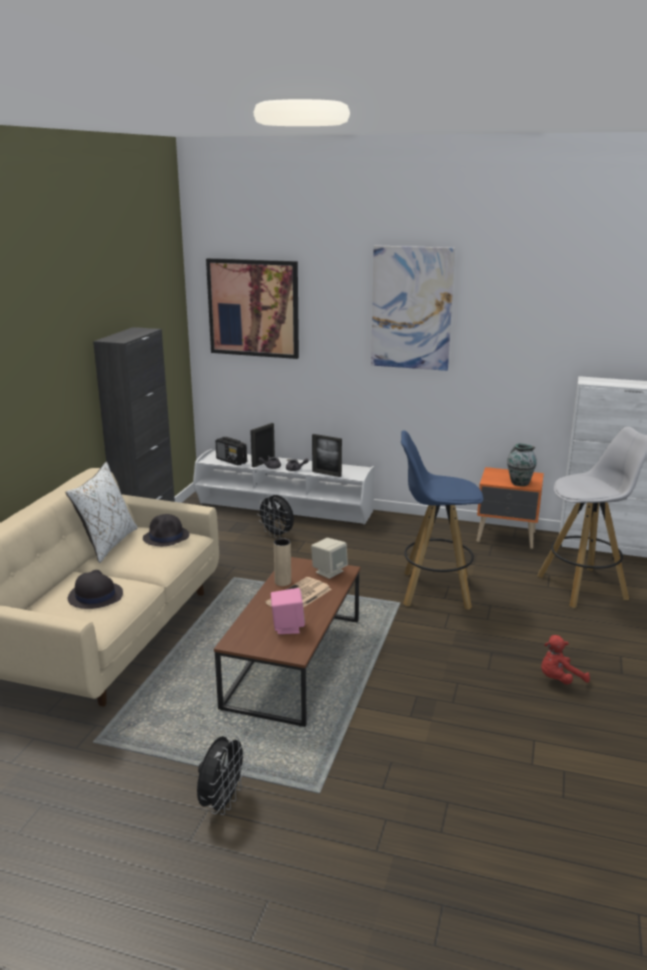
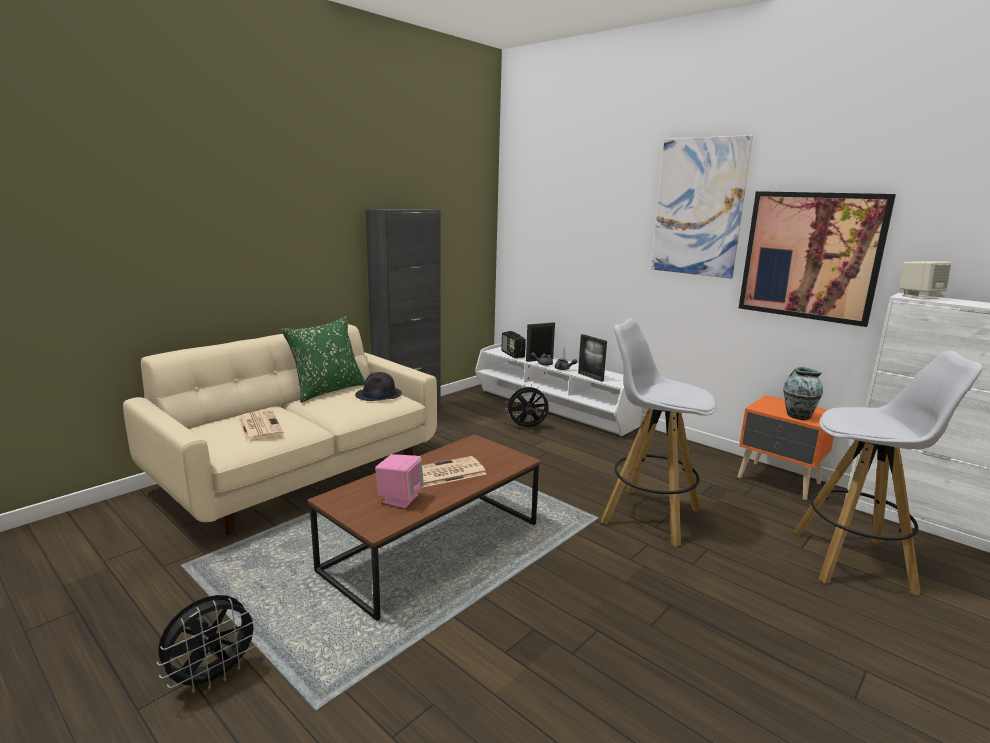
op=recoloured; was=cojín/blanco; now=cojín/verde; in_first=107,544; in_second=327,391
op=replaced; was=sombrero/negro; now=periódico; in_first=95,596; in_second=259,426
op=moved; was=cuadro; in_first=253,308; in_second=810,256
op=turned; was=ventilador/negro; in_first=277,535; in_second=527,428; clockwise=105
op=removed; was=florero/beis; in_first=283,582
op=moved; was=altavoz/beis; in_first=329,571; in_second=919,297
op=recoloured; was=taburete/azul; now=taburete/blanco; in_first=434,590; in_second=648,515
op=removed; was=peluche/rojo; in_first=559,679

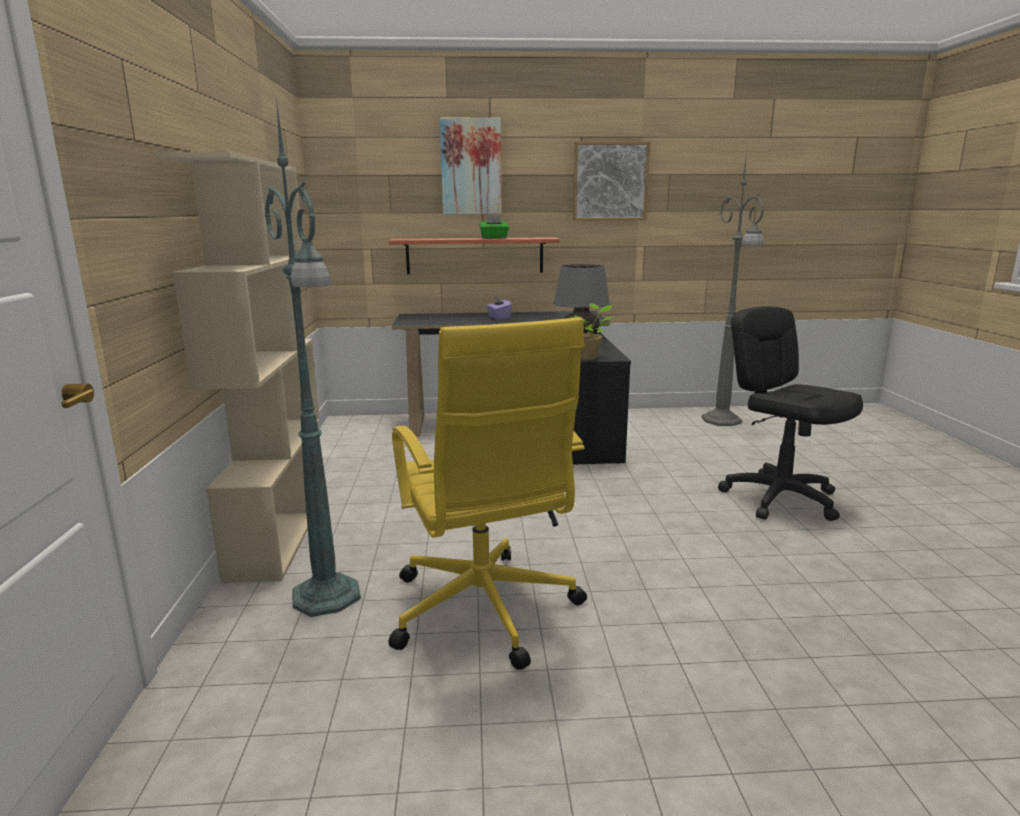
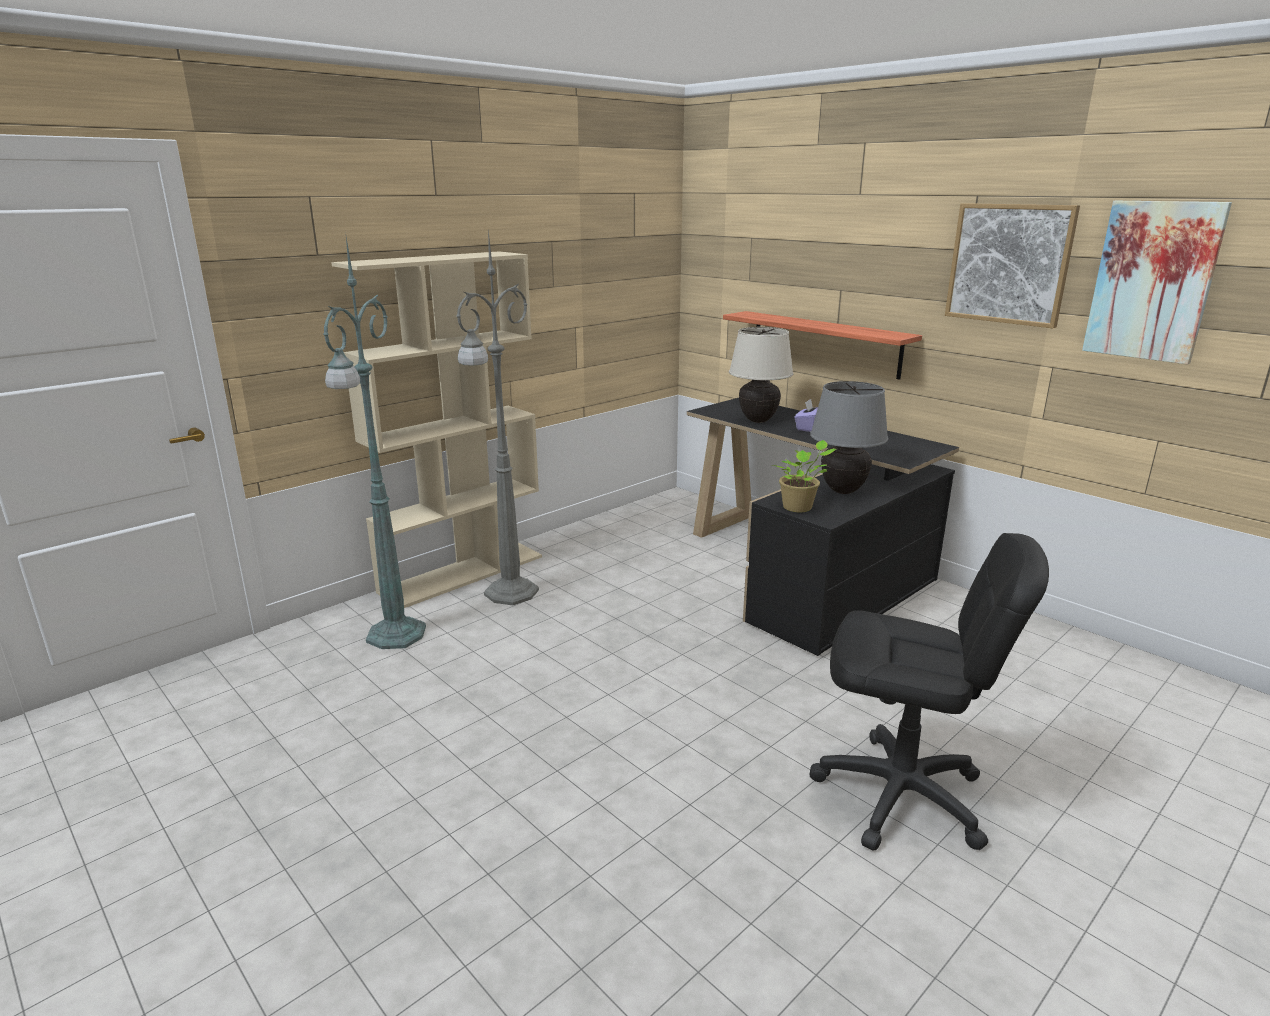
op=removed; was=silla de oficina/amarillo; in_first=484,612
op=moved; was=cuadro; in_first=471,167; in_second=1153,281
op=removed; was=caja de pañuelos/verde; in_first=494,238
op=moved; was=lámpara de pie/gris; in_first=722,421; in_second=509,593
op=turned; was=silla de oficina/negro; in_first=780,498; in_second=900,795; clockwise=90
op=added; now=lámpara de mesa/beis; in_second=758,420

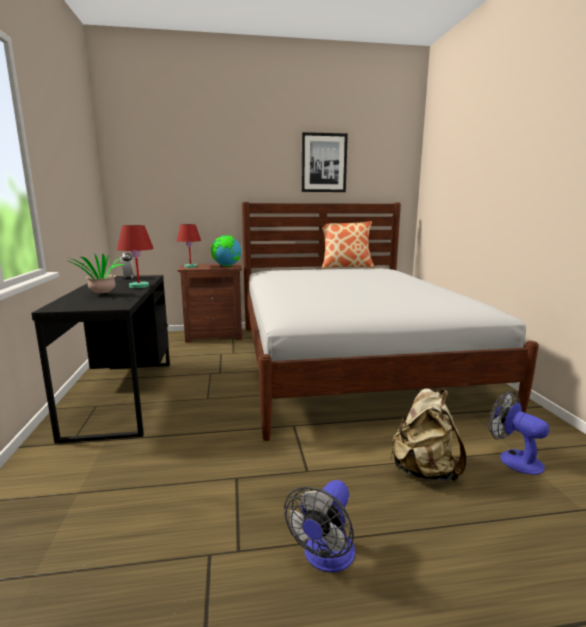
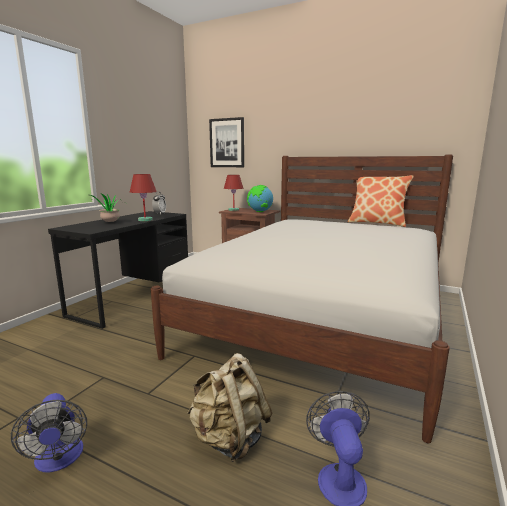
op=turned; was=ventilador; in_first=325,557; in_second=59,460; clockwise=-90
op=moved; was=cuadro; in_first=324,163; in_second=227,143

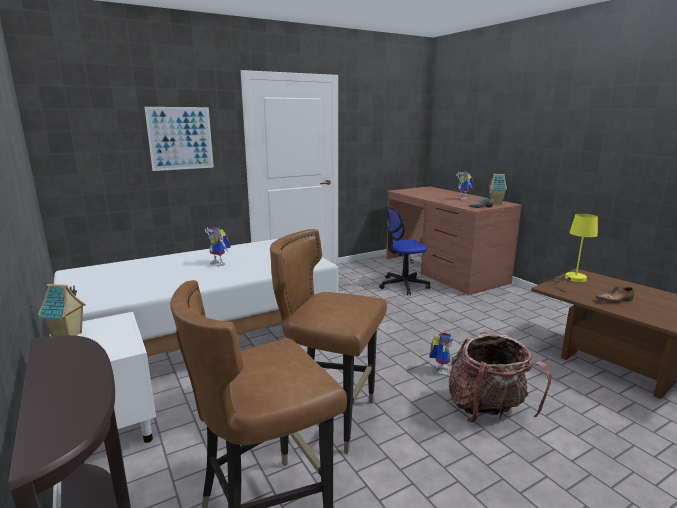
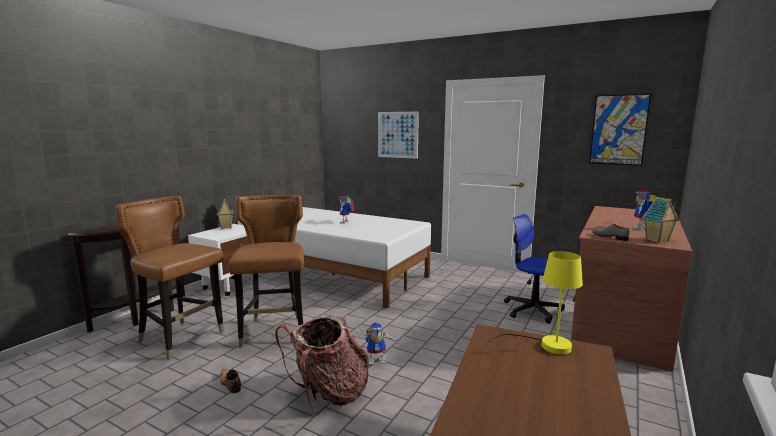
op=moved; was=zapato; in_first=615,300; in_second=230,384
op=added; now=cuadro; in_second=618,130

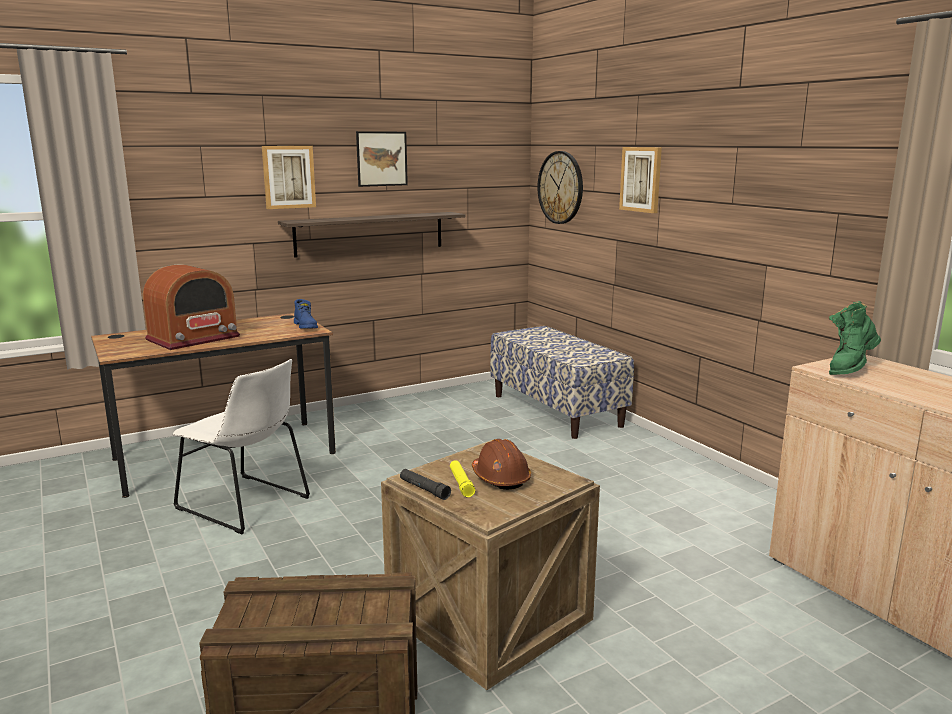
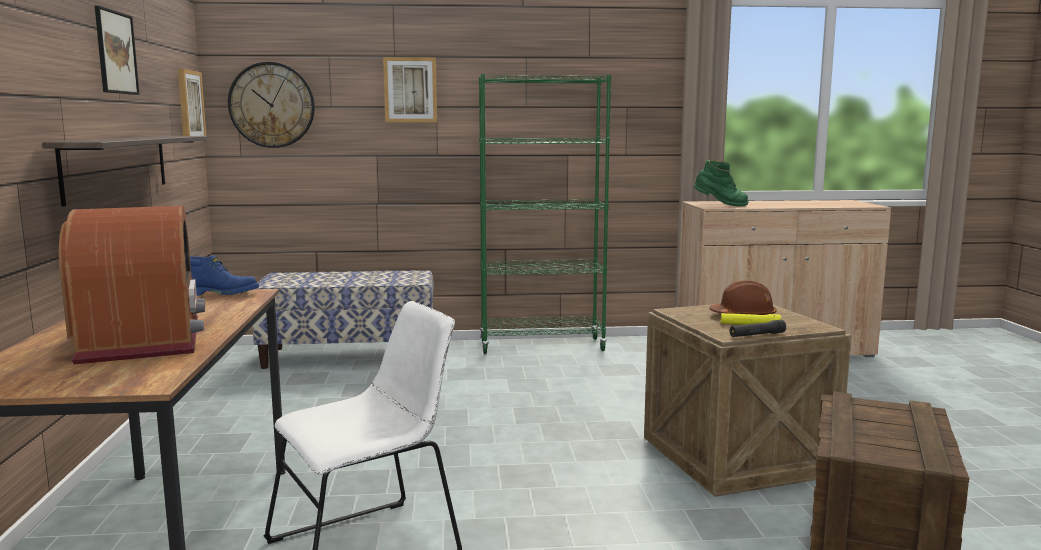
op=moved; was=cuadro; in_first=288,177; in_second=190,105
op=turned; was=bota/verde; in_first=849,369; in_second=720,205; clockwise=-60
op=added; now=estantería/verde; in_second=542,346

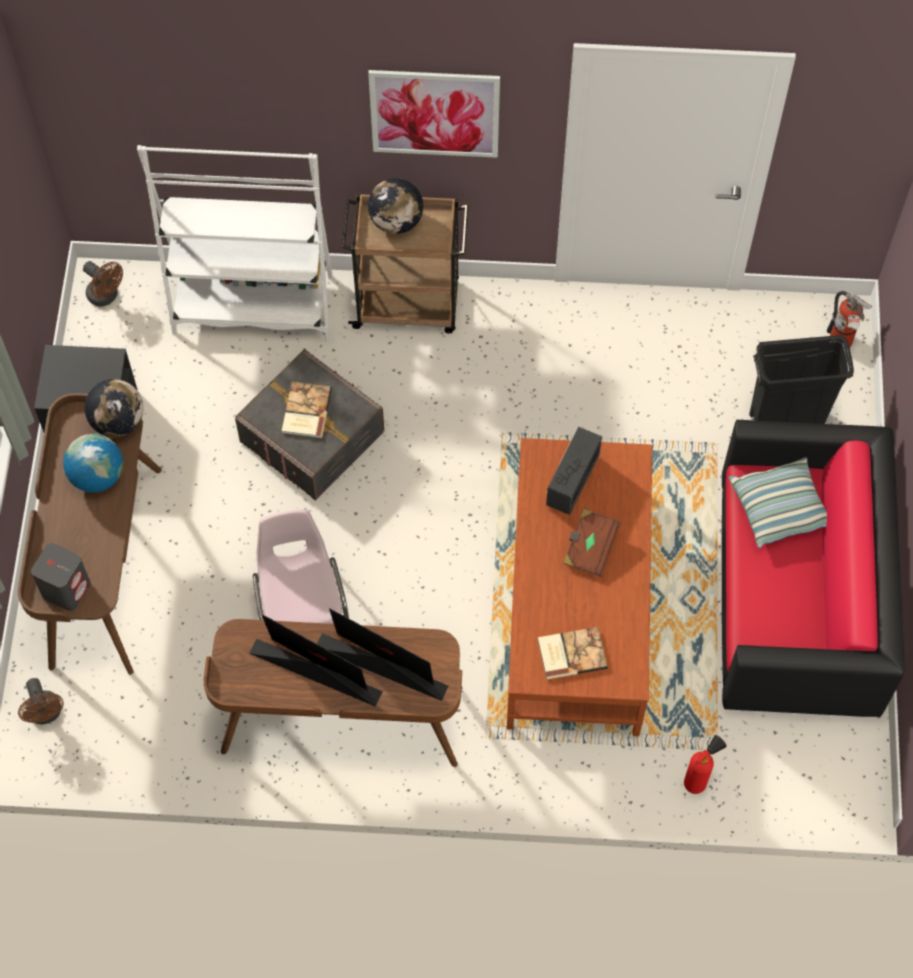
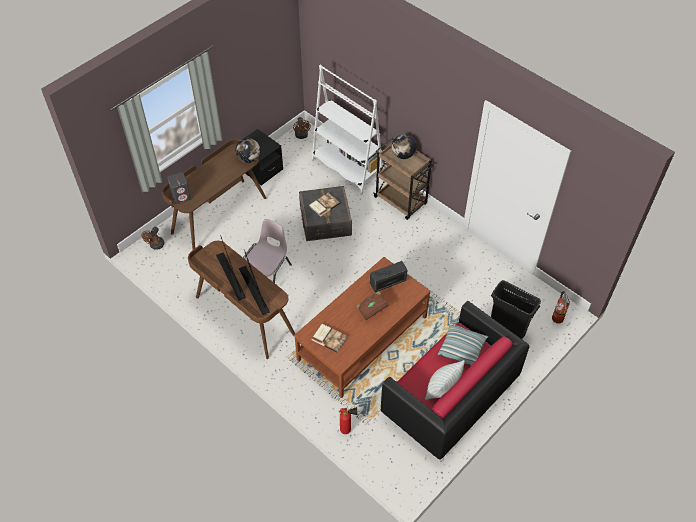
op=removed; was=globo terráqueo; in_first=97,476
op=removed; was=cuadro; in_first=435,113
op=added; now=cojín; in_second=442,389

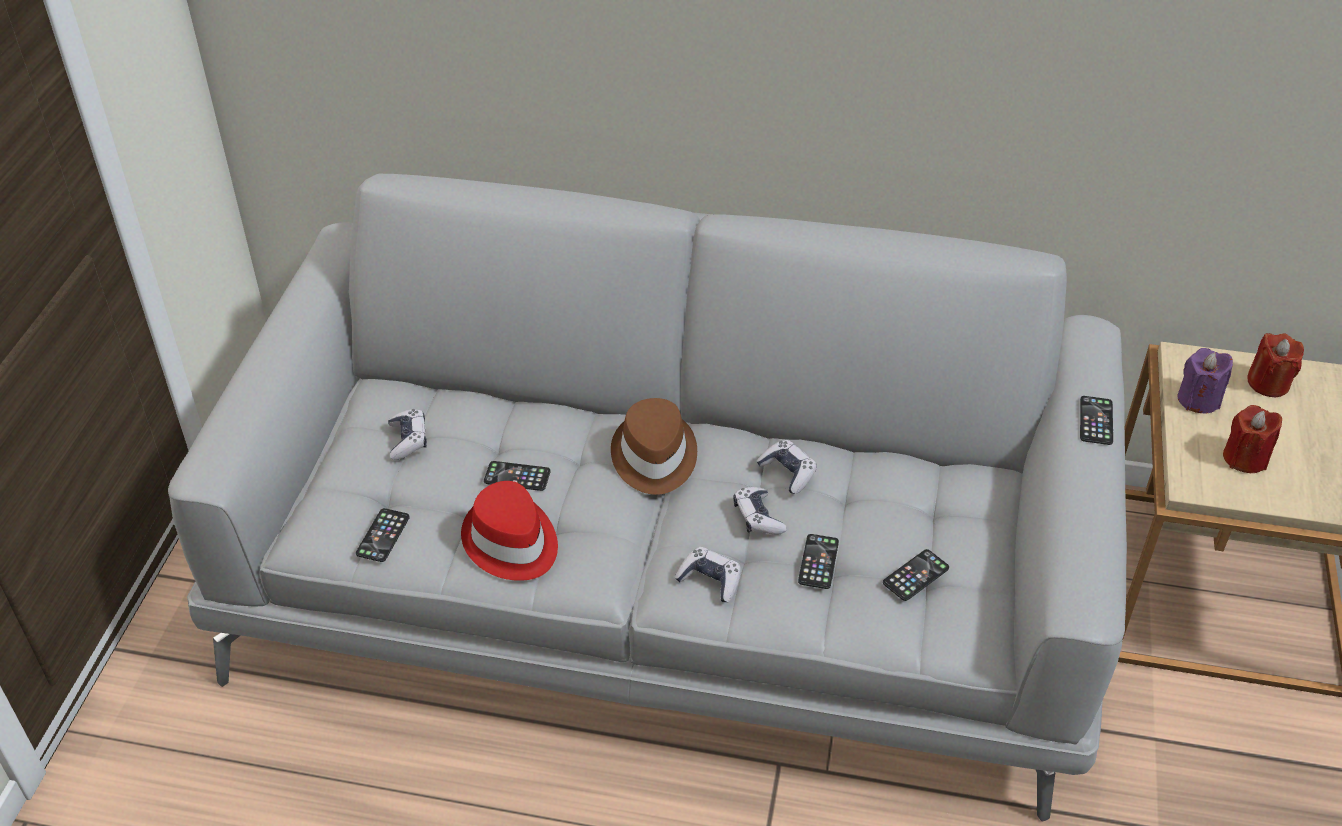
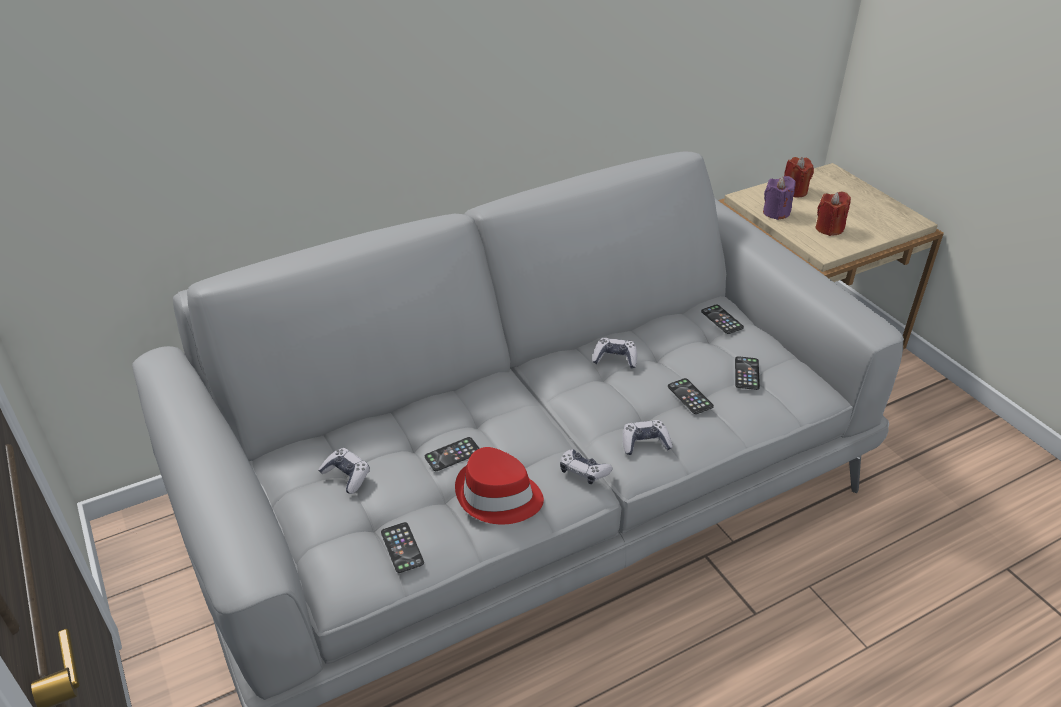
op=removed; was=sombrero/marrón; in_first=653,457
op=moved; was=mando de consola; in_first=758,517; in_second=583,471
op=moved; was=móvil; in_first=1096,421; in_second=722,319

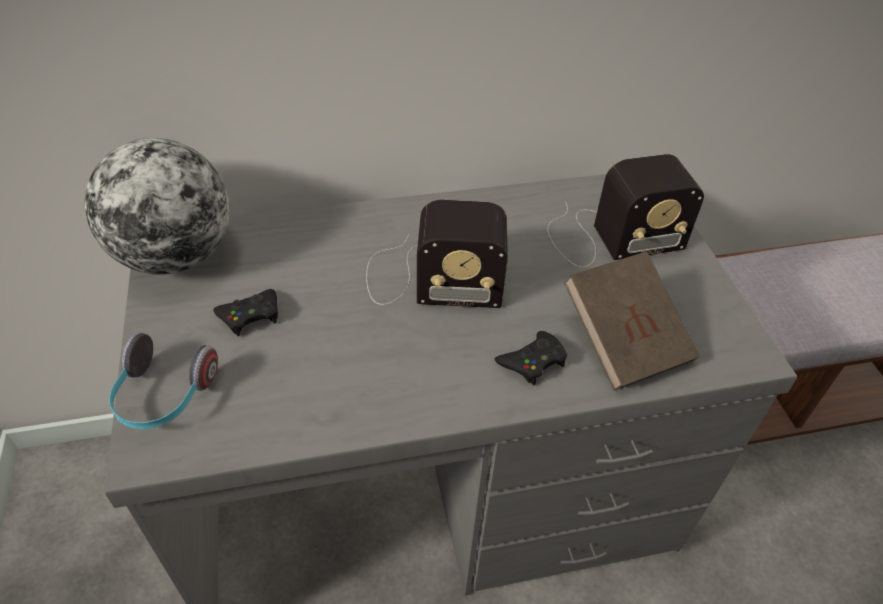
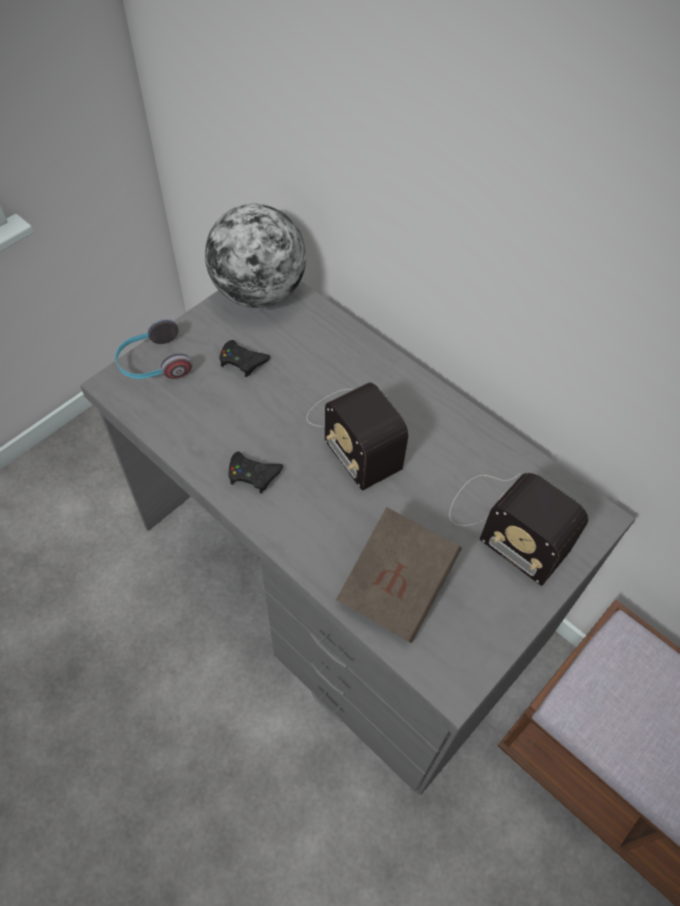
op=moved; was=mando de consola/negro; in_first=533,361; in_second=253,474

